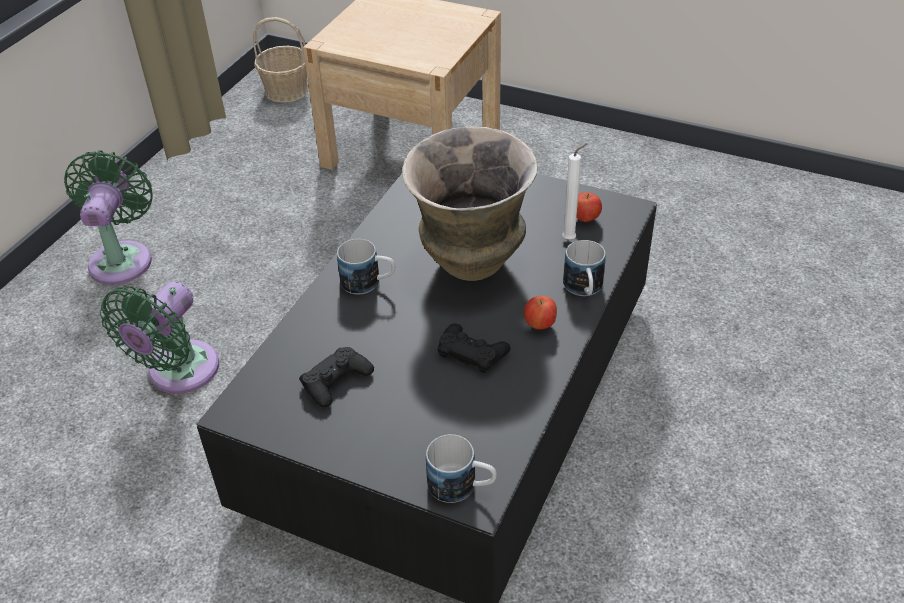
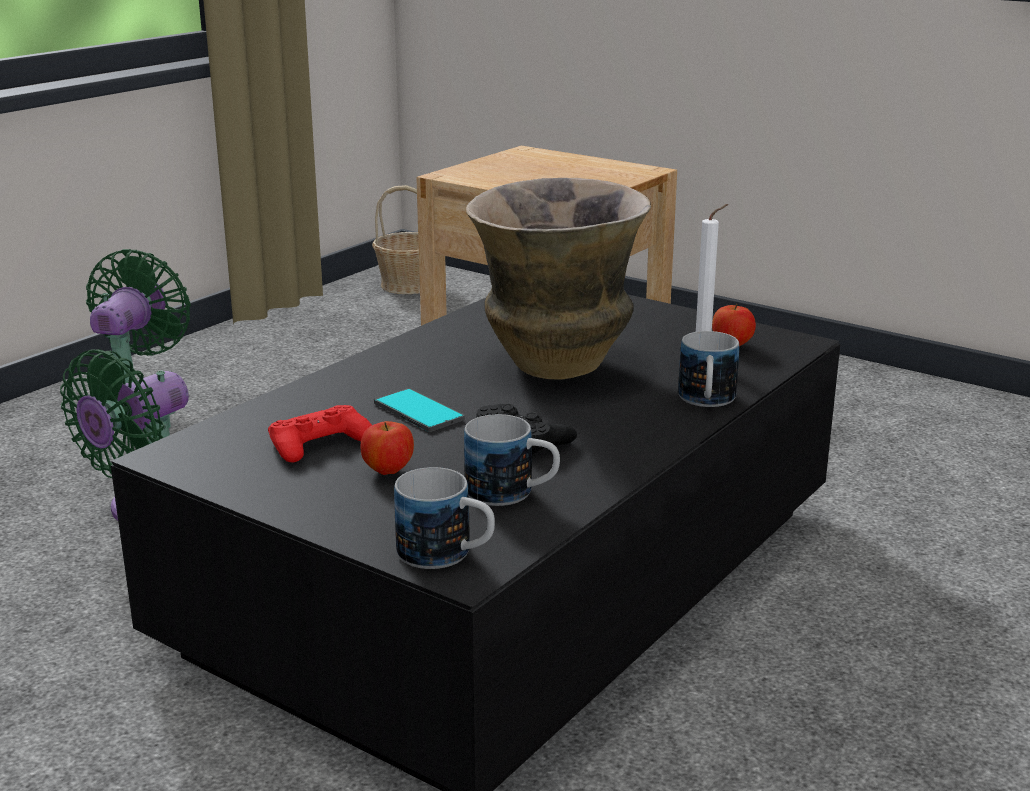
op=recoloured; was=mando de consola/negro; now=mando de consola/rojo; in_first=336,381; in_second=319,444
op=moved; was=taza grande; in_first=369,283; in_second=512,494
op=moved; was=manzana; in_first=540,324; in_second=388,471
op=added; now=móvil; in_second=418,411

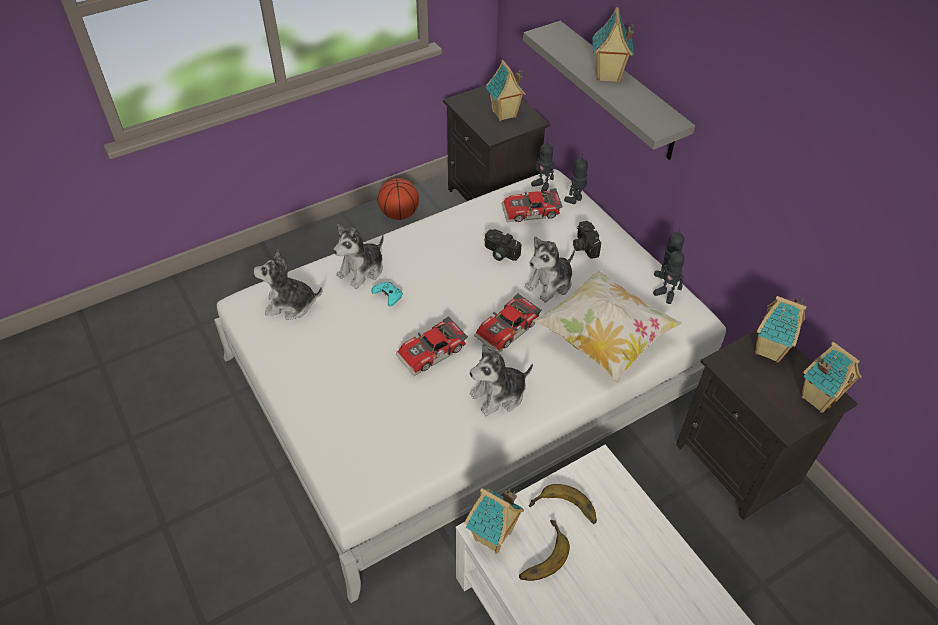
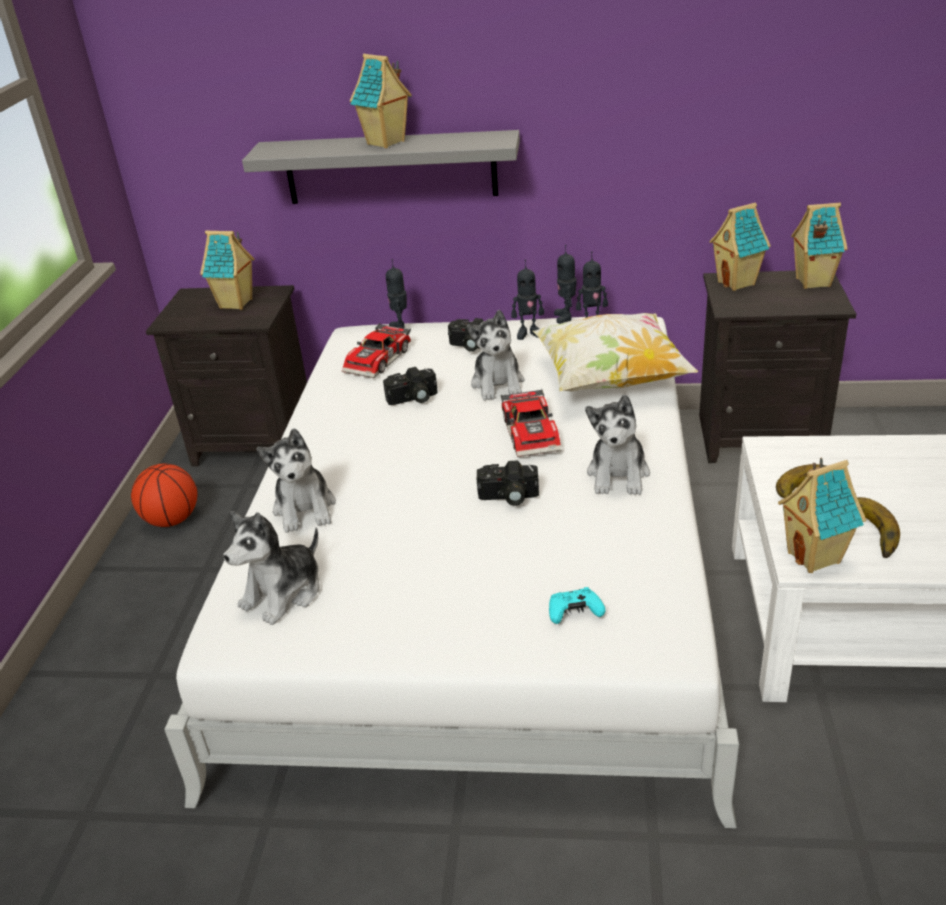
op=moved; was=mando de consola/turquesa; in_first=388,296; in_second=574,612
op=replaced; was=coche de juguete; now=cámara; in_first=433,353; in_second=508,497
op=moved; was=robot de juguete; in_first=542,185; in_second=528,333

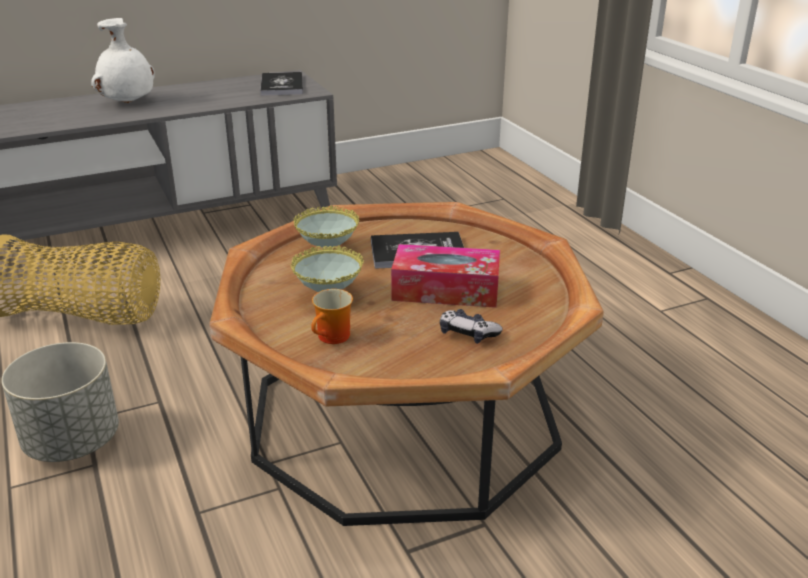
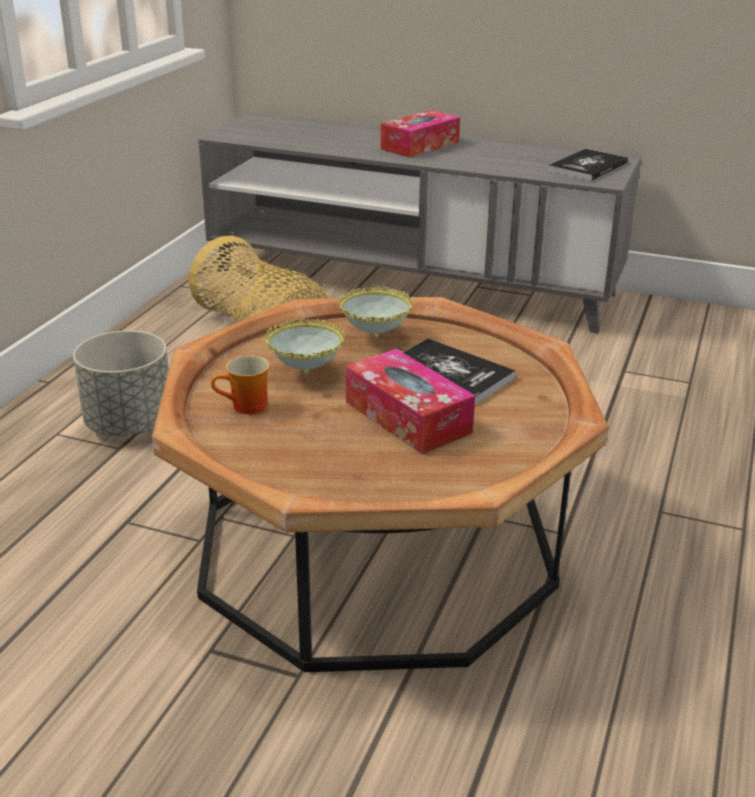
op=replaced; was=florero/blanco; now=caja de pañuelos; in_first=129,102; in_second=420,145
op=removed; was=mando de consola; in_first=468,334

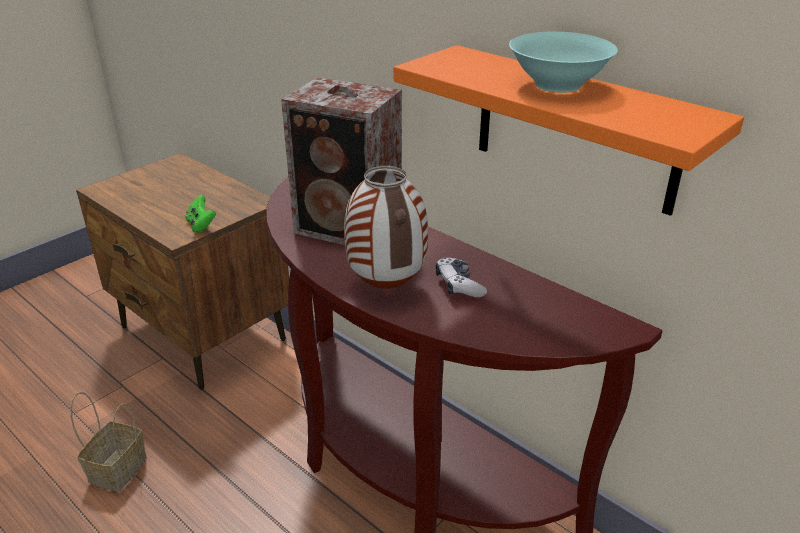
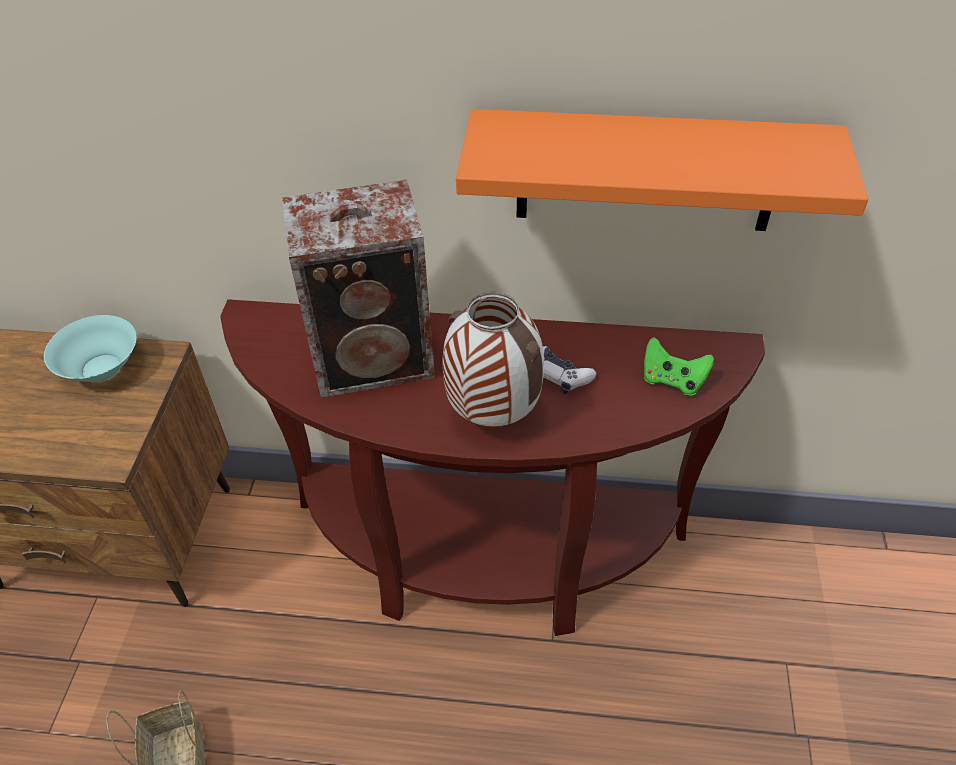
op=moved; was=mando de consola/verde; in_first=201,225; in_second=672,380
op=moved; was=cuenco/turquesa; in_first=559,85; in_second=102,367

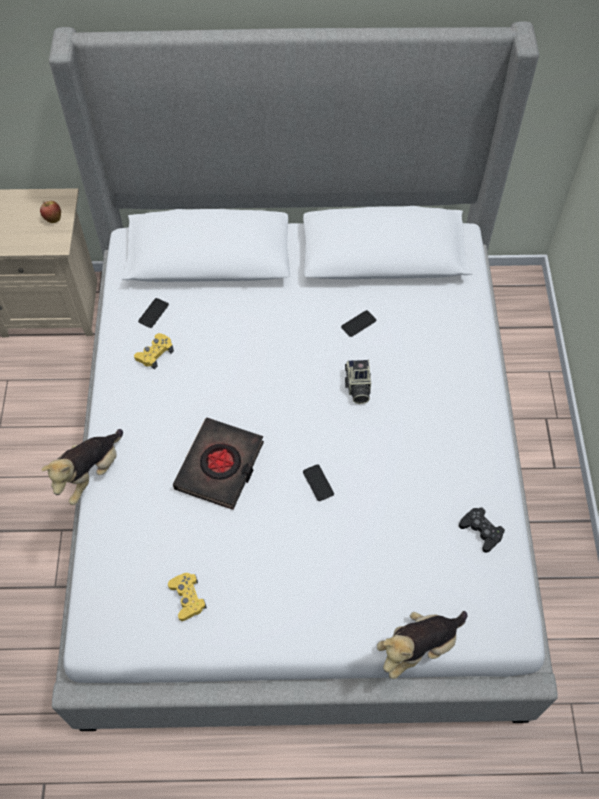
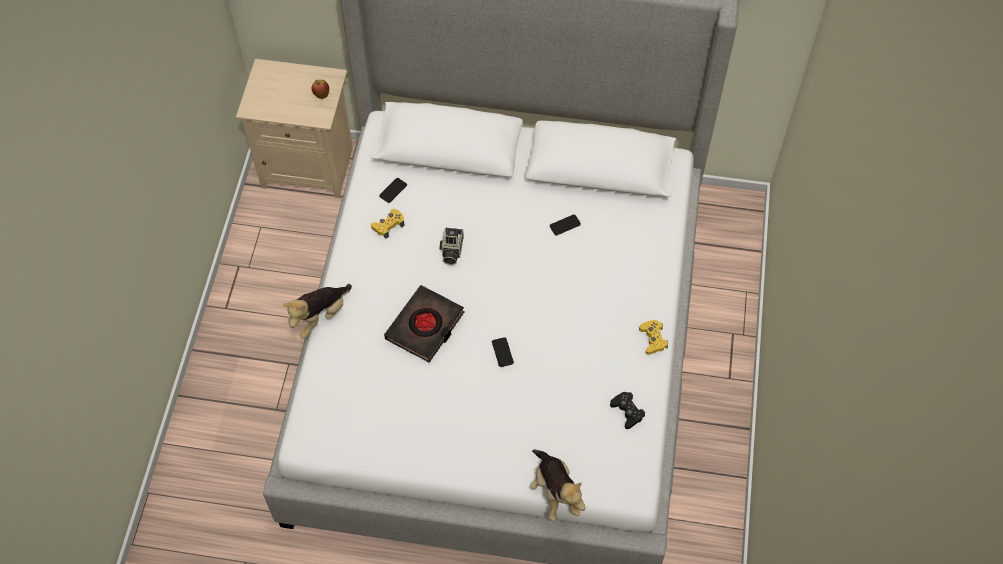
op=moved; was=mando de consola/amarillo; in_first=187,598; in_second=653,339
op=moved; was=cámara; in_first=357,387; in_second=451,250
op=turned; was=peluche; in_first=418,647; in_second=555,492; clockwise=-90

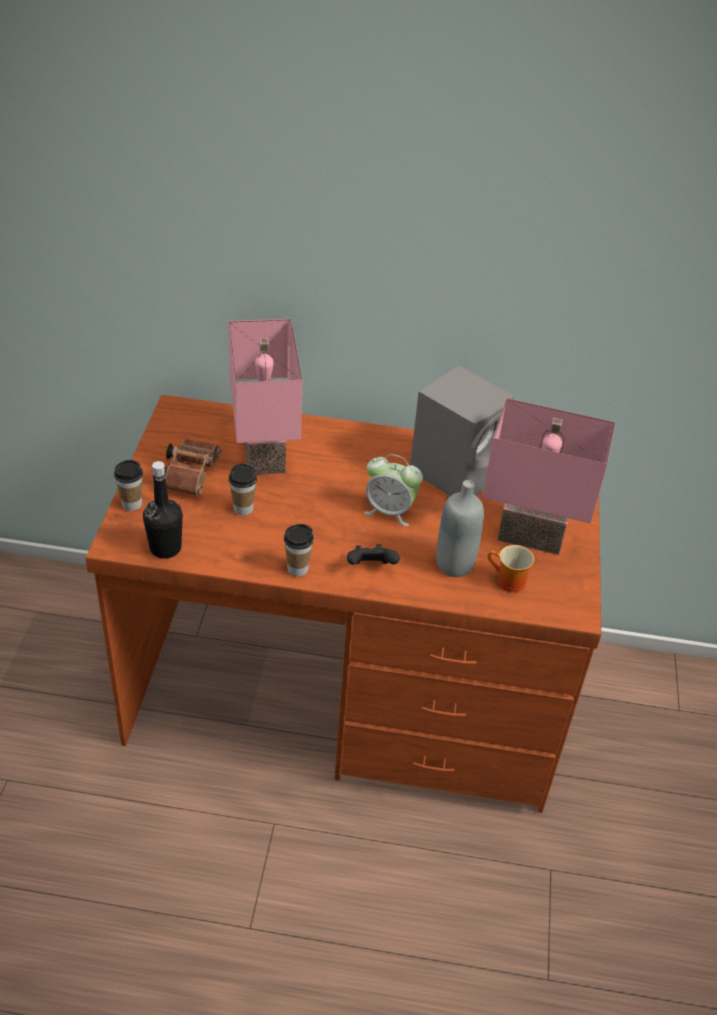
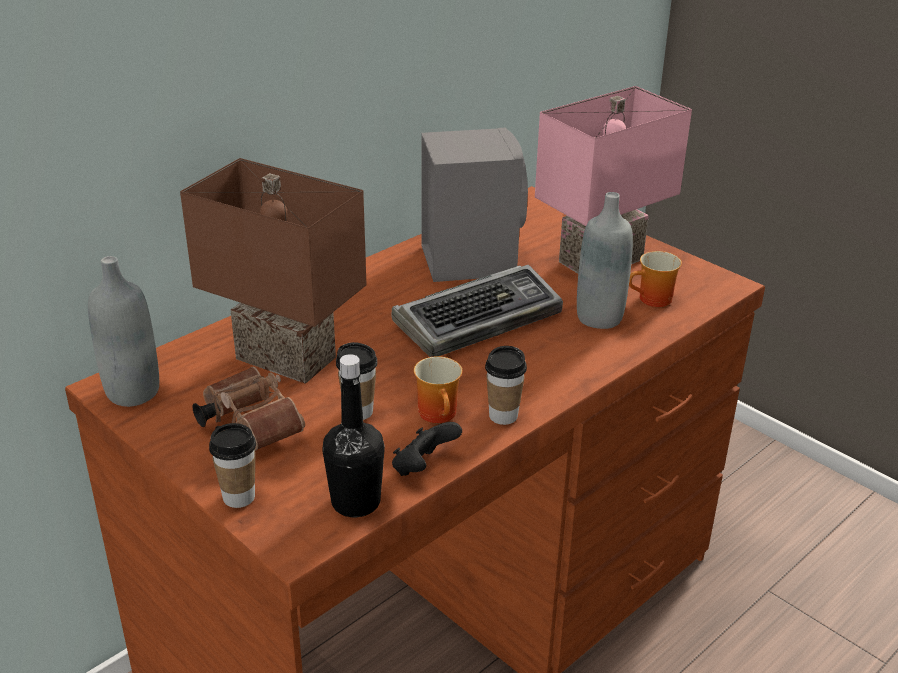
op=recoloured; was=lámpara de mesa/rosa; now=lámpara de mesa/marrón; in_first=268,455; in_second=290,356
op=moved; was=mando de consola/negro; in_first=371,567; in_second=423,468
op=replaced; was=despertador; now=teclado; in_first=390,511; in_second=479,319
op=added; now=botella/gris; in_second=133,392
op=added; now=taza grande; in_second=441,414

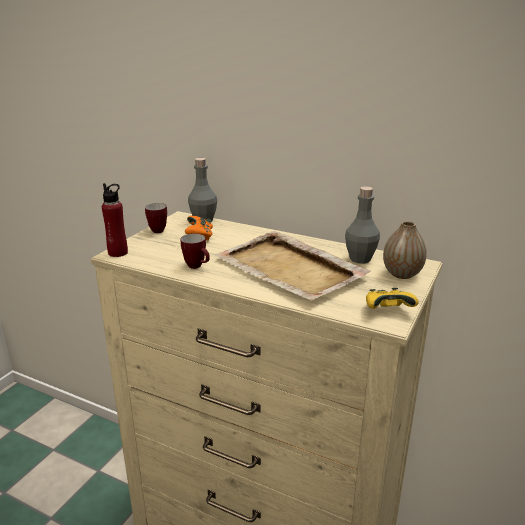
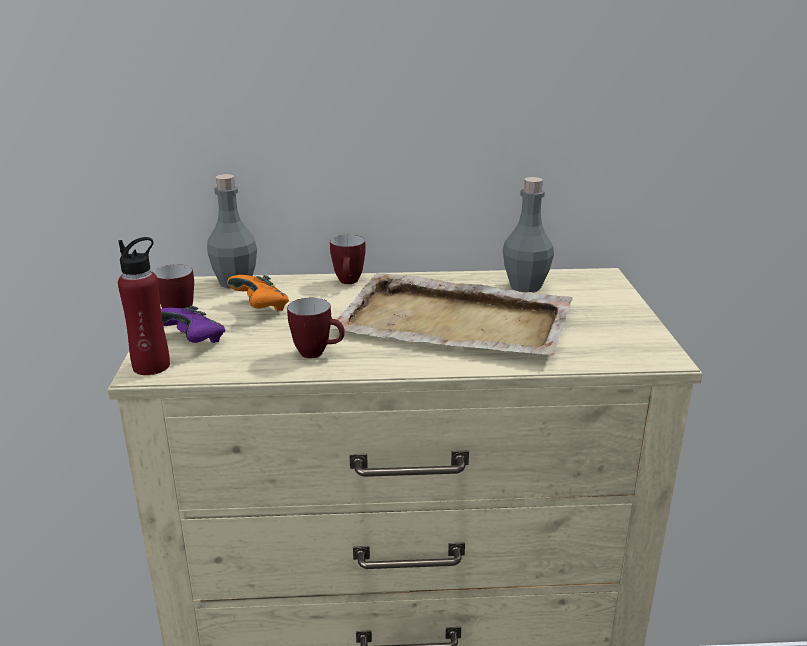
op=removed; was=mando de consola/amarillo; in_first=388,310
op=removed; was=florero; in_first=402,274
op=added; now=mando de consola/morado; in_second=193,341
op=added; now=taza grande; in_second=349,283

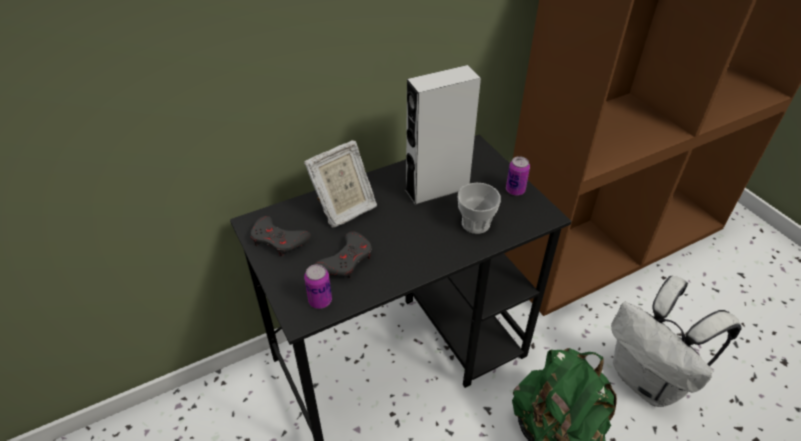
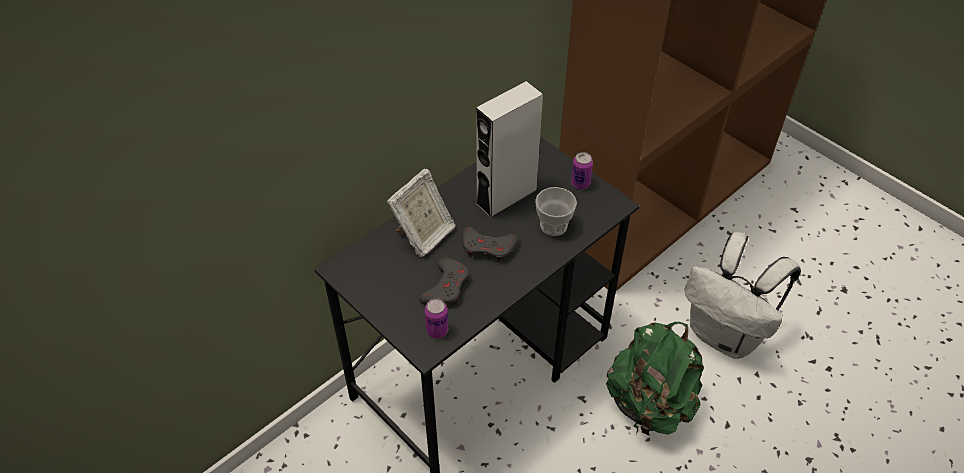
op=moved; was=mando de consola/gris; in_first=279,240; in_second=488,247

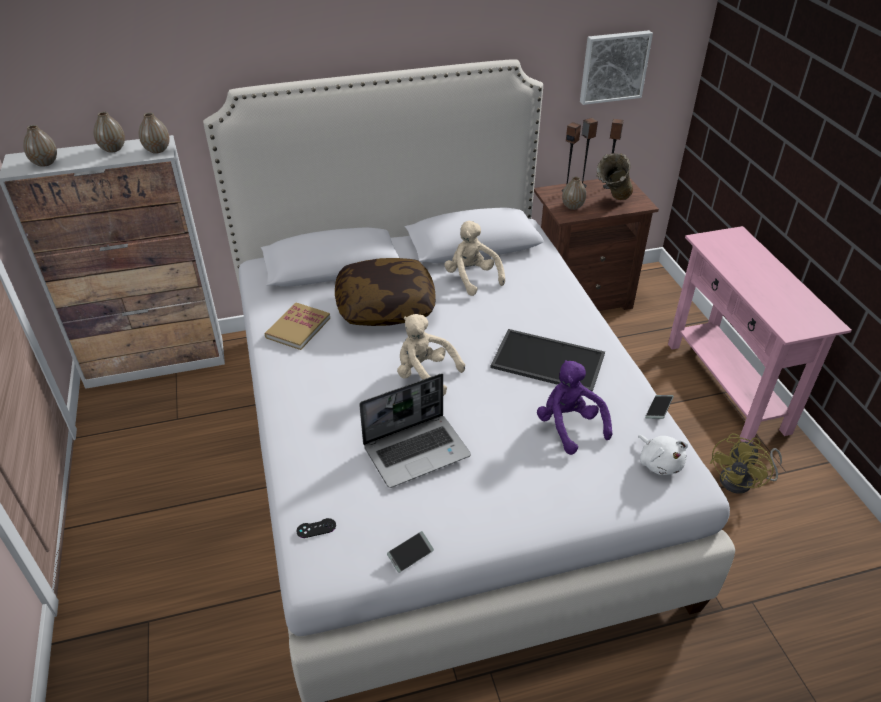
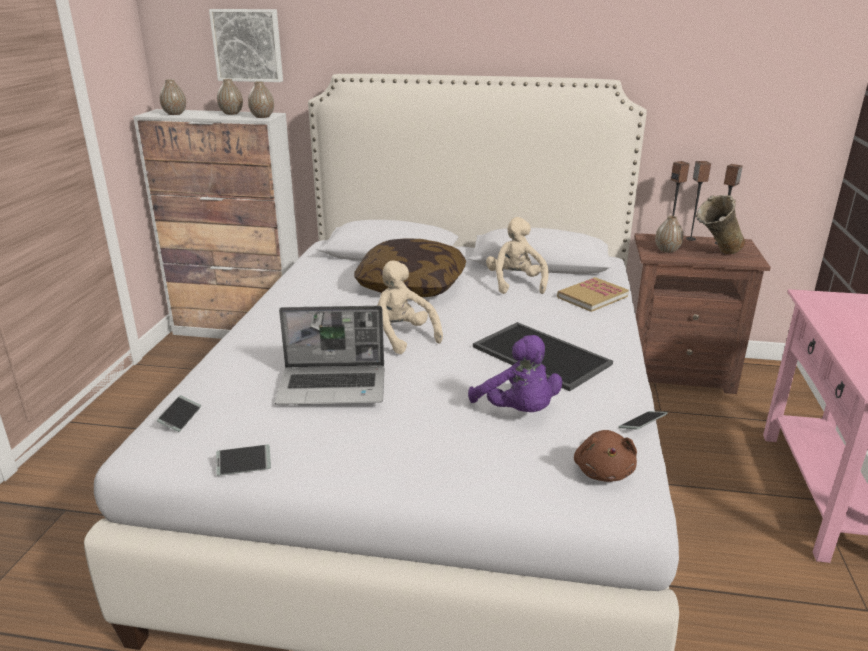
op=moved; was=libro; in_first=298,328; in_second=592,297
op=replaced; was=mando de consola/negro; now=móvil; in_first=316,528; in_second=180,418
op=turned; was=peluche/morado; in_first=569,426; in_second=518,411; clockwise=150
op=moved; was=cuadro; in_first=613,66; in_second=248,45
op=recoloured; was=peluche/blanco; now=peluche/marrón; in_first=659,463; in_second=603,471
op=removed; was=ventilador/amarillo; in_first=742,481

